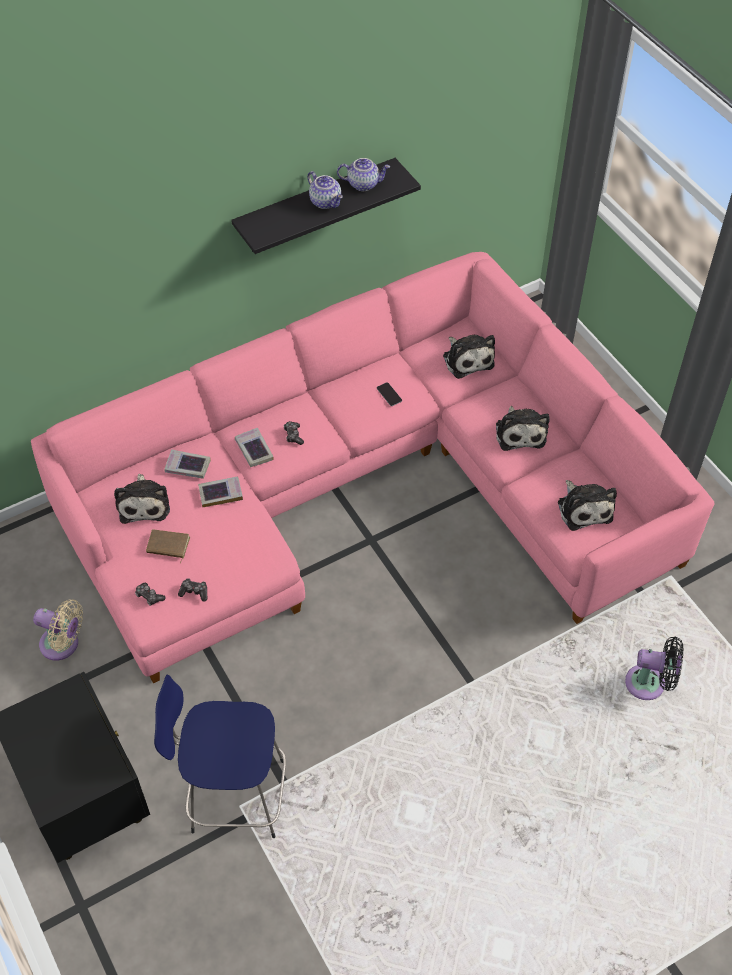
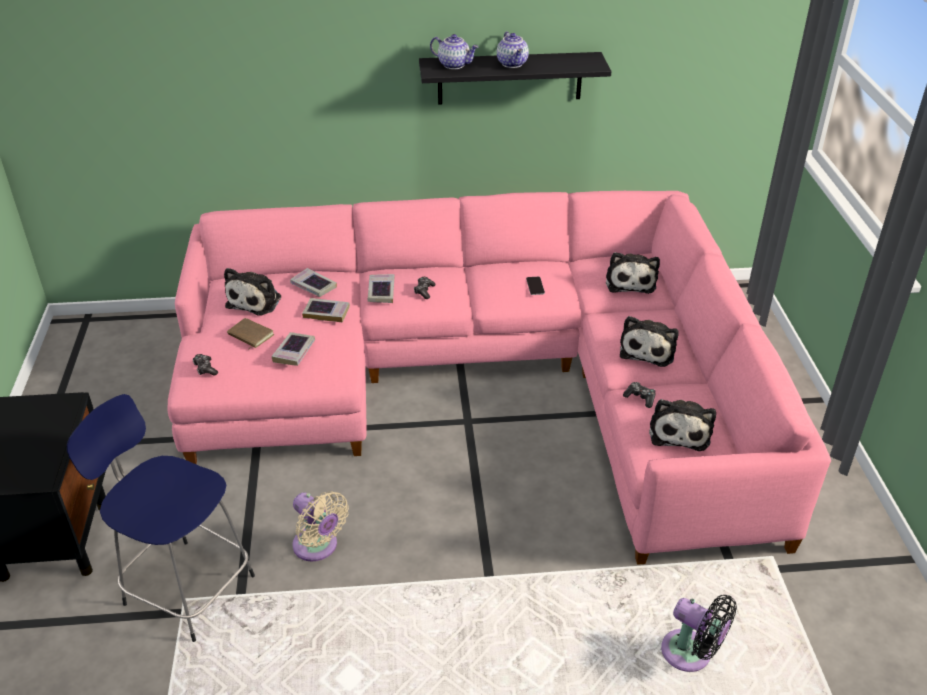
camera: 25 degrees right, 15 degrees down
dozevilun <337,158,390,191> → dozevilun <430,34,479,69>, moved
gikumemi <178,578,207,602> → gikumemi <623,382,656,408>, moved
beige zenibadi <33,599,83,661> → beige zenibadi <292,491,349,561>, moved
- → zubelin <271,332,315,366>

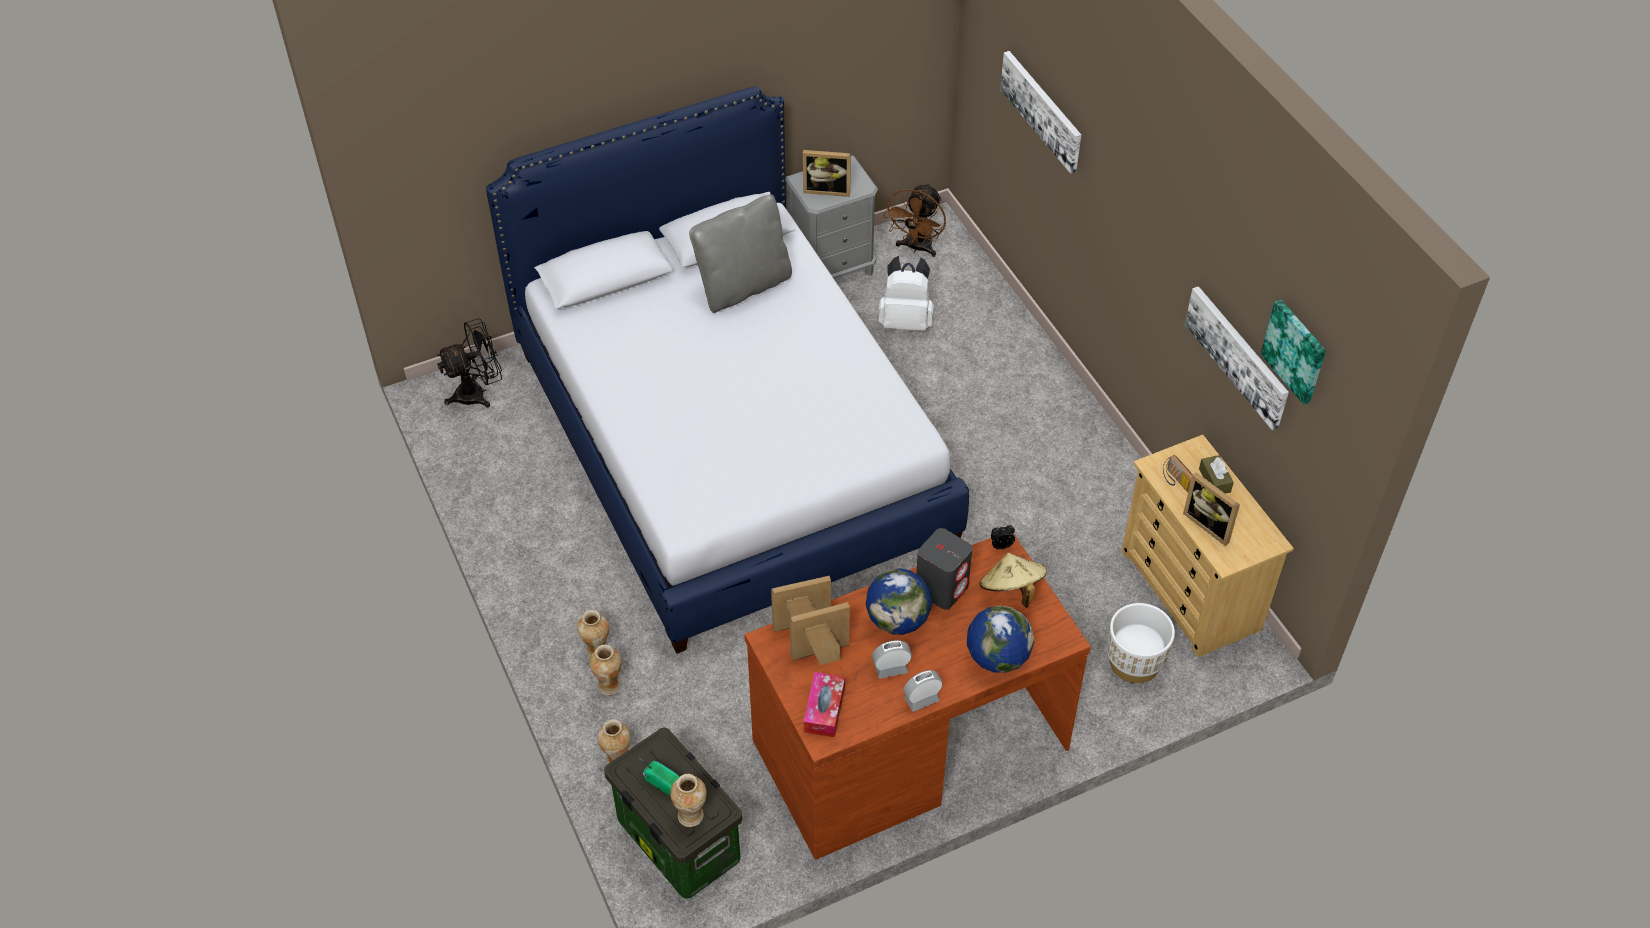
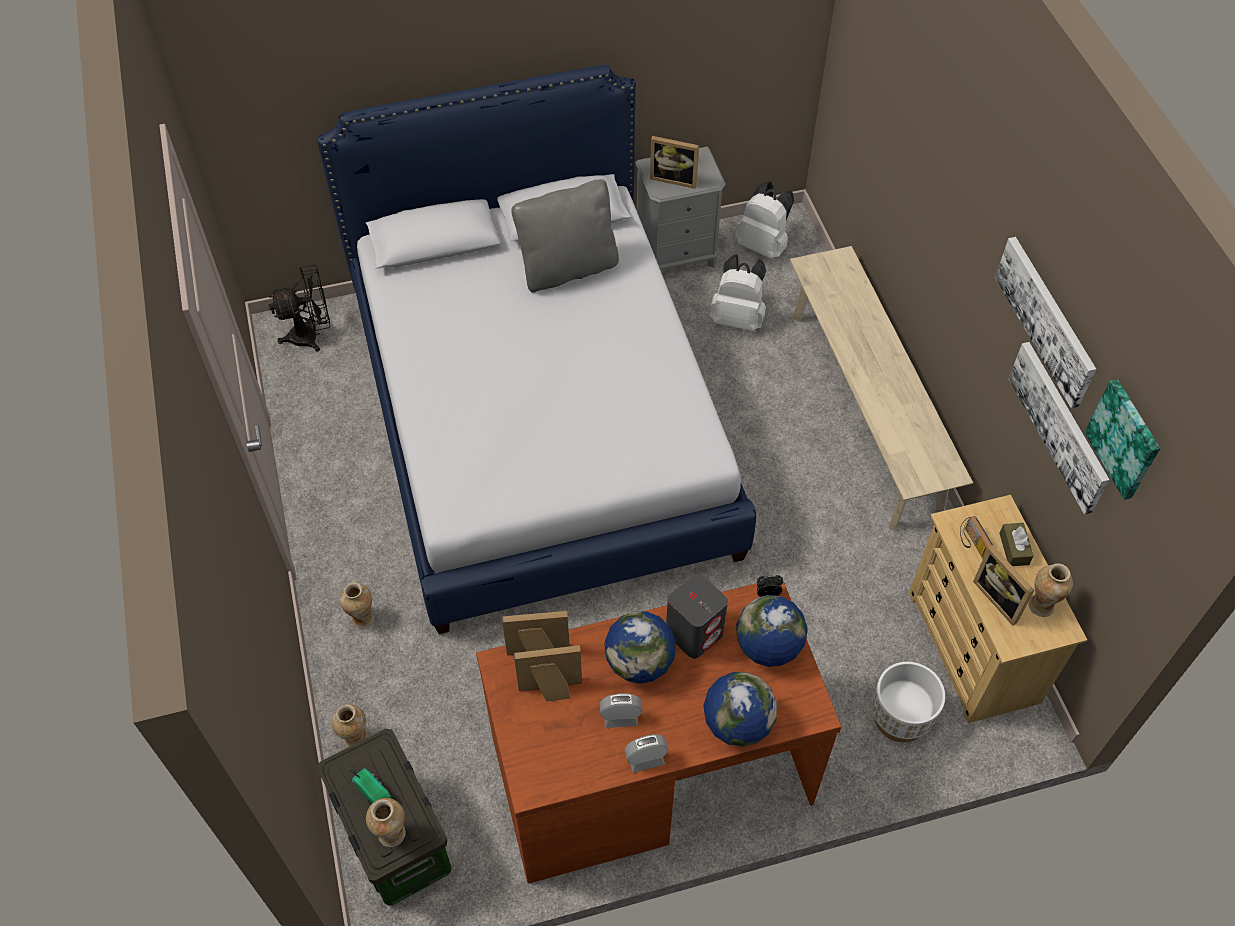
camera: 10 degrees right, 5 degrees up
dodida <1000,51,1081,174> → dodida <995,237,1096,409>, moved
brown zenibadi <883,183,946,257> → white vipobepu <735,181,794,259>
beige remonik <980,553,1047,608> → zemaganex <736,595,807,667>
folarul <590,645,622,695> → folarul <1028,563,1073,617>, moved
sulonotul <804,672,845,737> → -
- → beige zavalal <790,246,973,531>

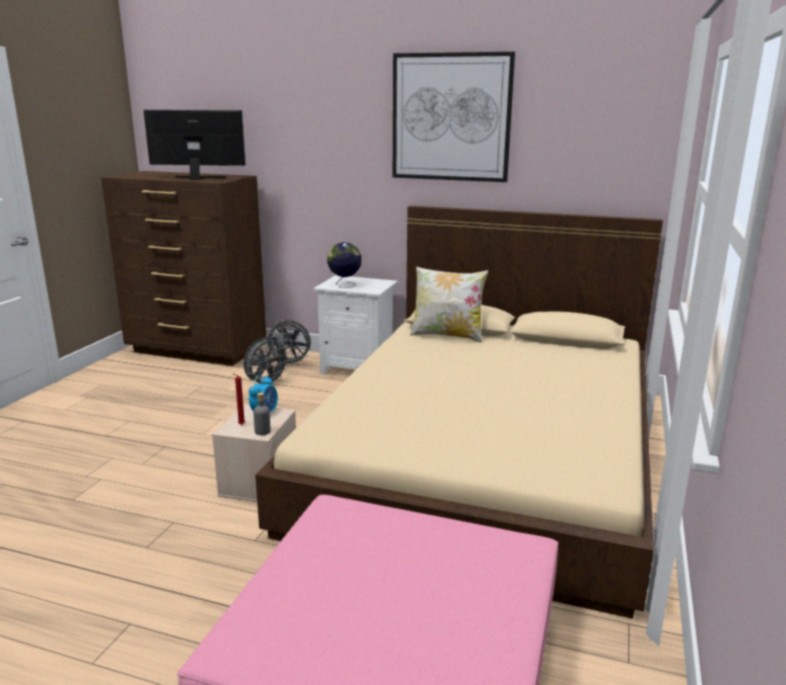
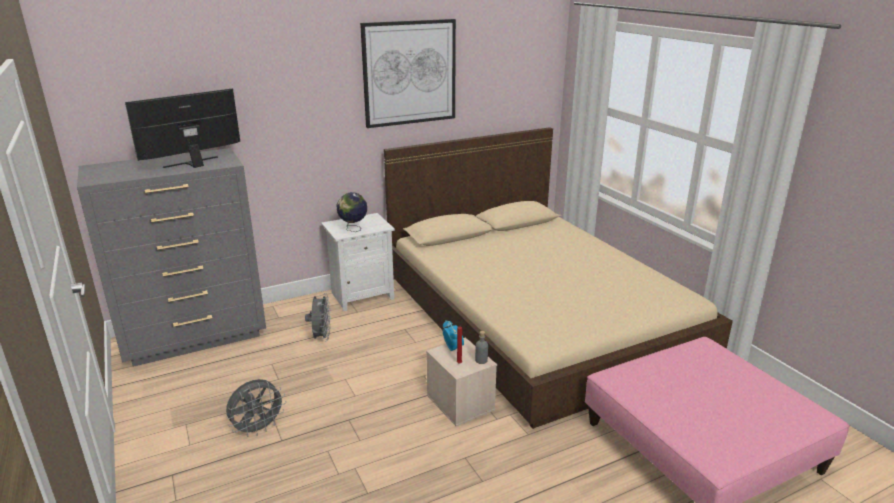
camera: 45 degrees left, 5 degrees up
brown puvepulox <101,171,266,366> → grey puvepulox <77,148,266,367>
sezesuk <410,267,488,343> → -
grey zenibadi <264,320,311,366> → grey zenibadi <226,379,286,437>, moved

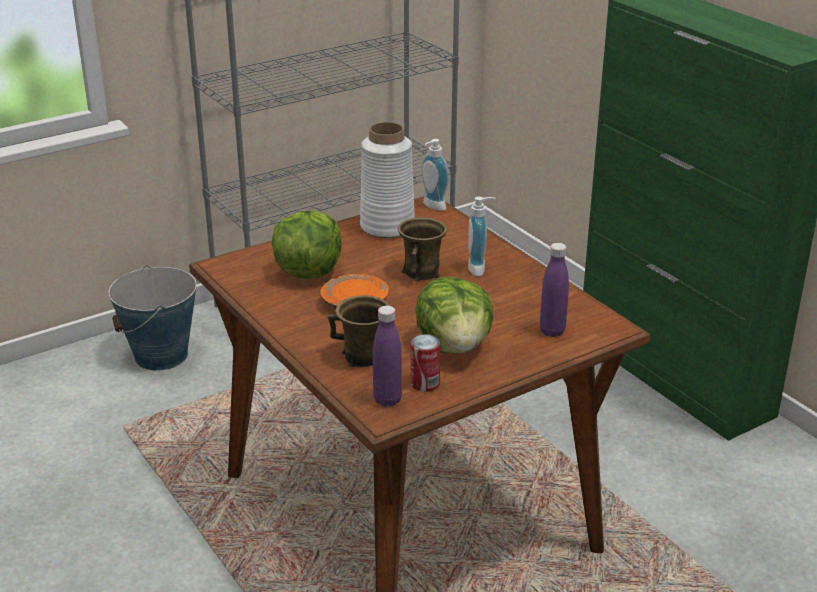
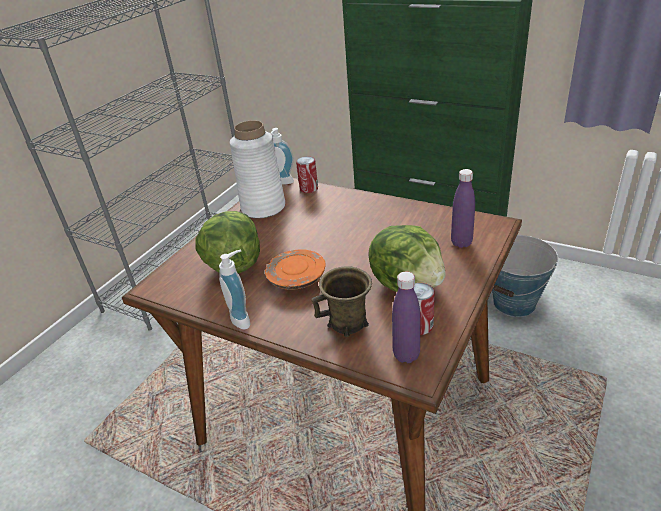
camera: 25 degrees left, 5 degrees up
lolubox <468,197,496,276> → lolubox <219,249,250,329>, moved
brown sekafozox <398,217,447,281> → -
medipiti <108,265,197,371> → medipiti <492,235,558,317>, moved
- → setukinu <296,156,318,193>

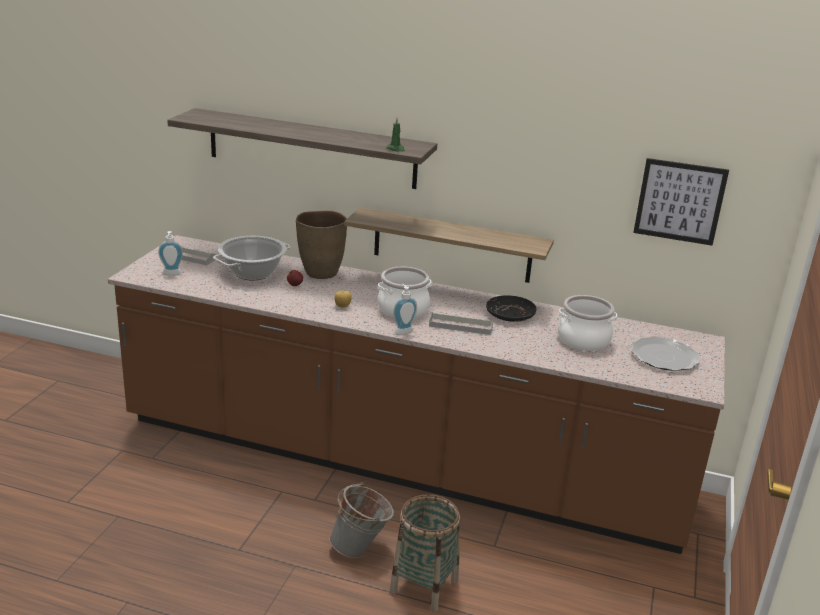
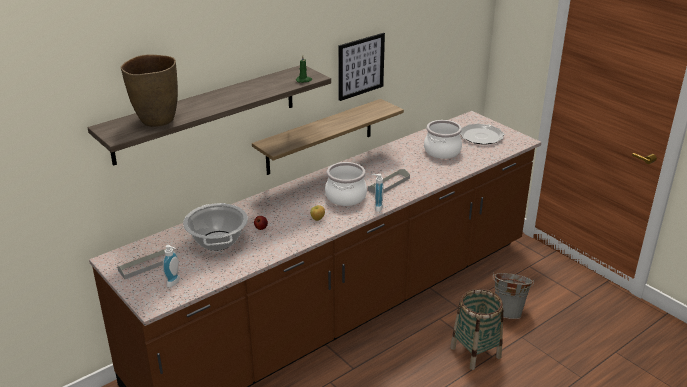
camera: 55 degrees left, 5 degrees up
dodida <633,158,729,246> → dodida <338,33,385,101>, moved
brown folarul <296,211,347,279> → brown folarul <121,55,178,127>, moved
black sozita <486,295,537,322> → -
grey medipiti <329,482,394,558> → grey medipiti <493,273,534,319>, moved

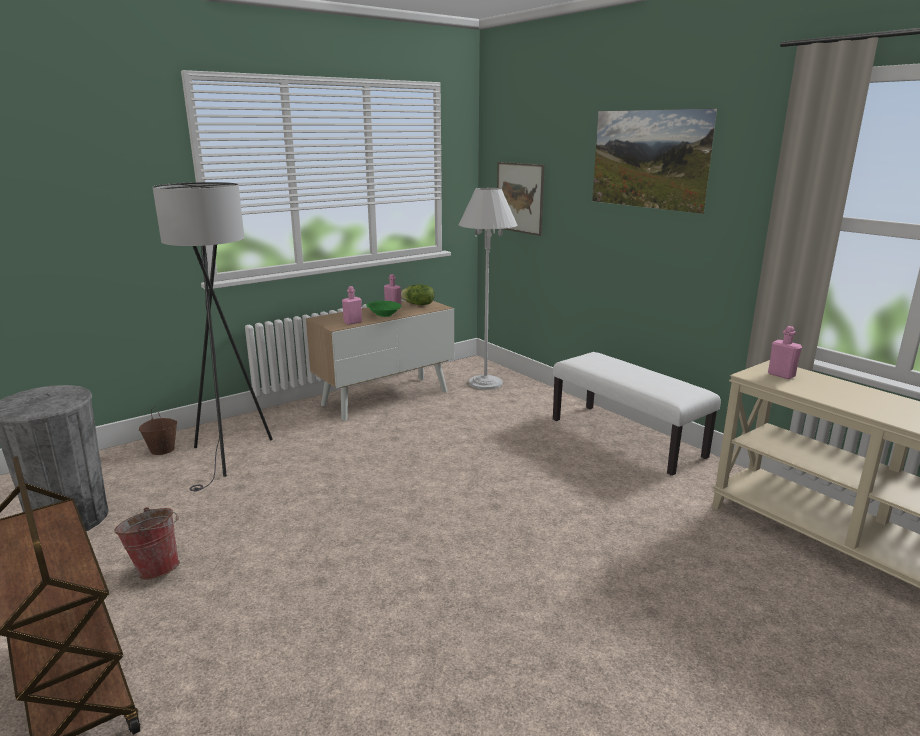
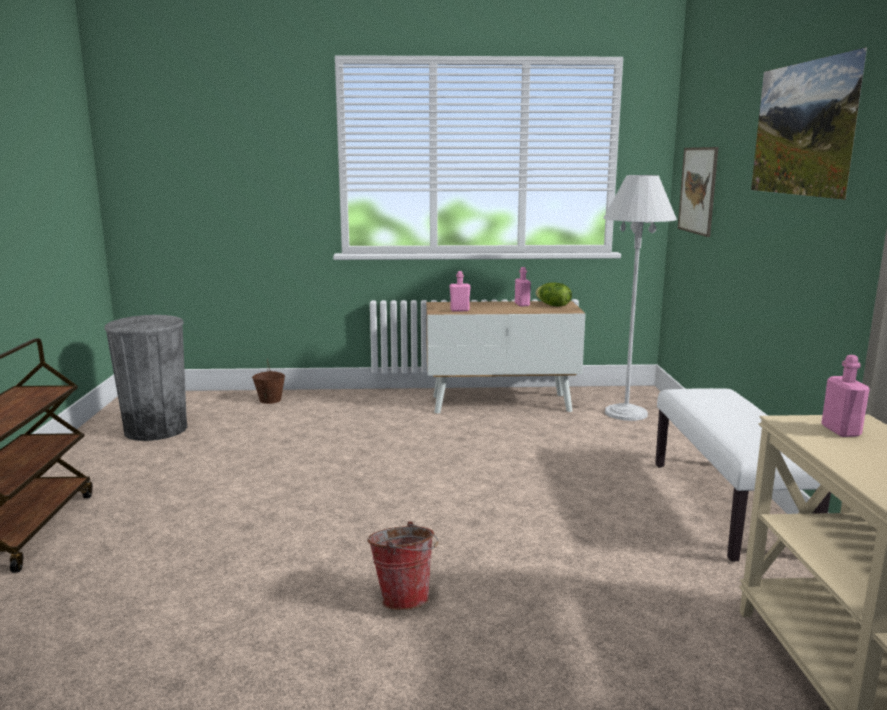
camera: 35 degrees right, 5 degrees down
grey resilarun <153,182,273,491> → -
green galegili <366,301,402,317> → -
medipiti <114,507,180,580> → medipiti <367,522,439,610>, moved

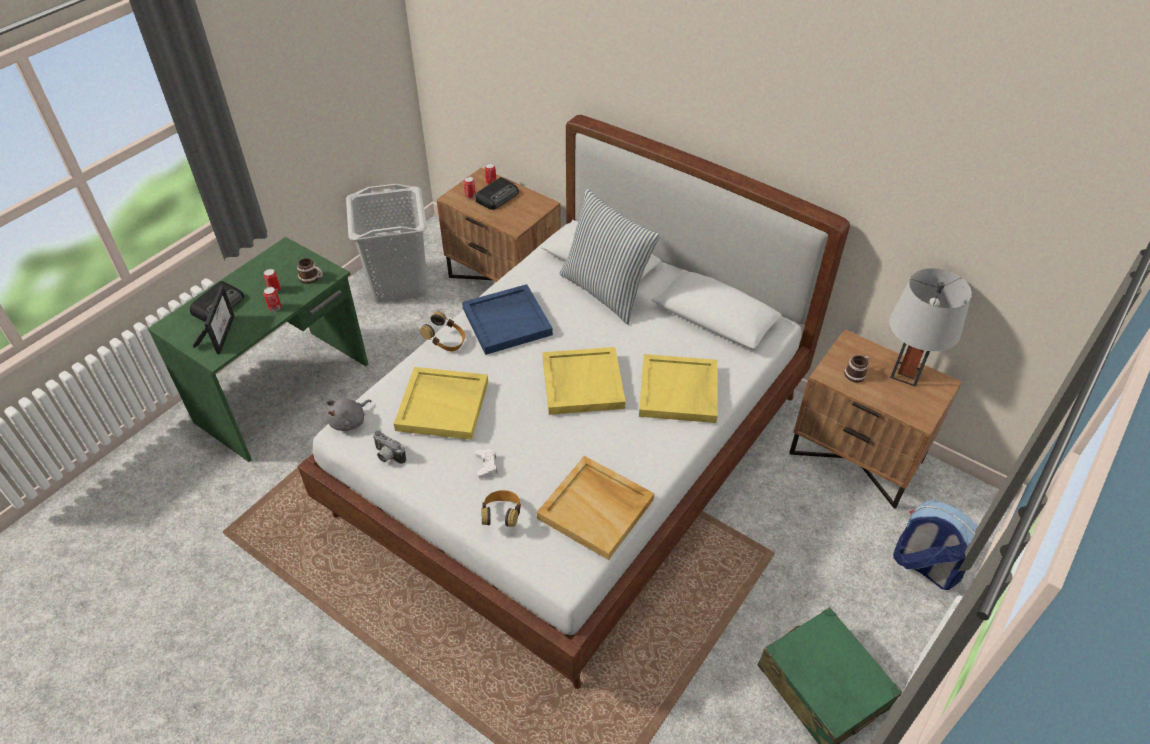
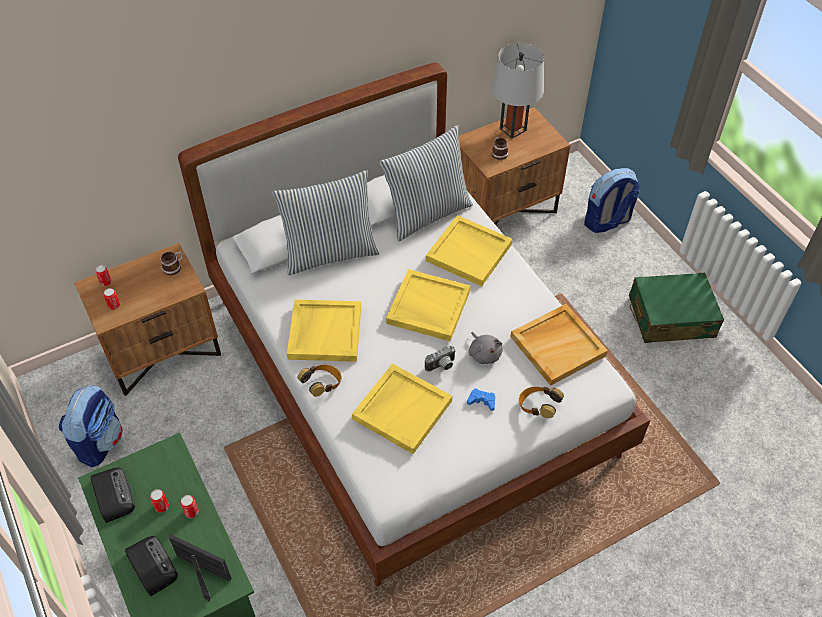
camera: 65 degrees left, 5 degrees up
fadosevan <476,177,519,210> → fadosevan <91,467,135,523>, moved
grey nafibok <346,184,428,302> → vipobepu <59,385,123,467>
sekafozox <297,258,323,284> → sekafozox <161,251,183,275>, moved
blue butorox <462,284,553,355> → yellow butorox <287,299,361,362>
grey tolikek <326,398,371,431> → grey tolikek <469,332,503,364>, moved
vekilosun <373,430,406,464> → vekilosun <425,346,456,372>, moved
white gikumemi <475,449,498,478> → blue gikumemi <467,388,495,411>
- → sezesuk <380,125,473,241>

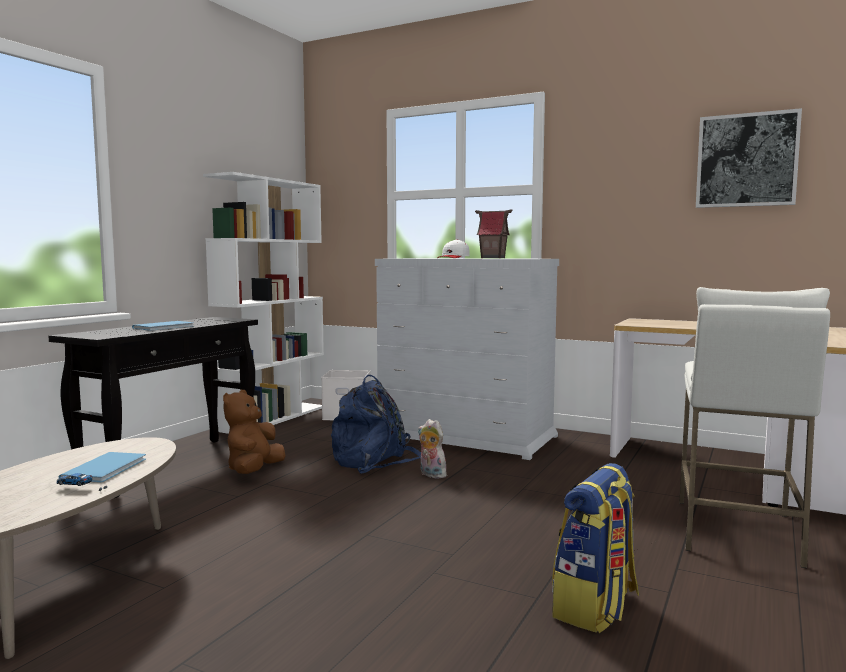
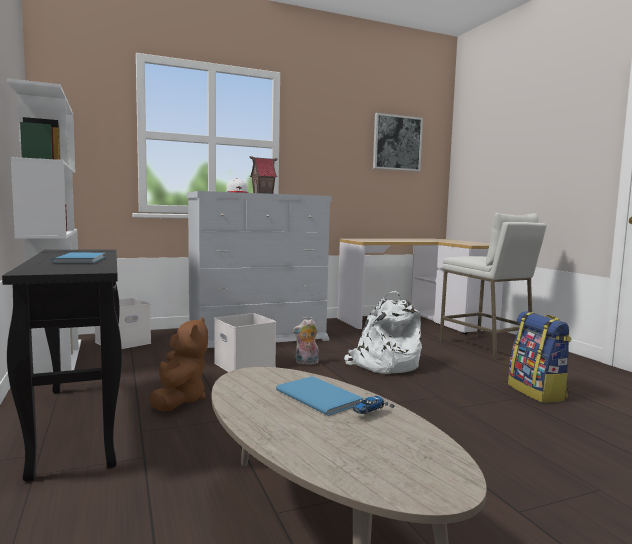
camera: 50 degrees left, 0 degrees up
blue vipobepu <331,375,421,473> → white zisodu <214,313,276,372>
brown tolikek <223,390,286,474> → brown tolikek <149,317,208,411>, 150 degrees counterclockwise
- → white vipobepu <344,291,422,374>

